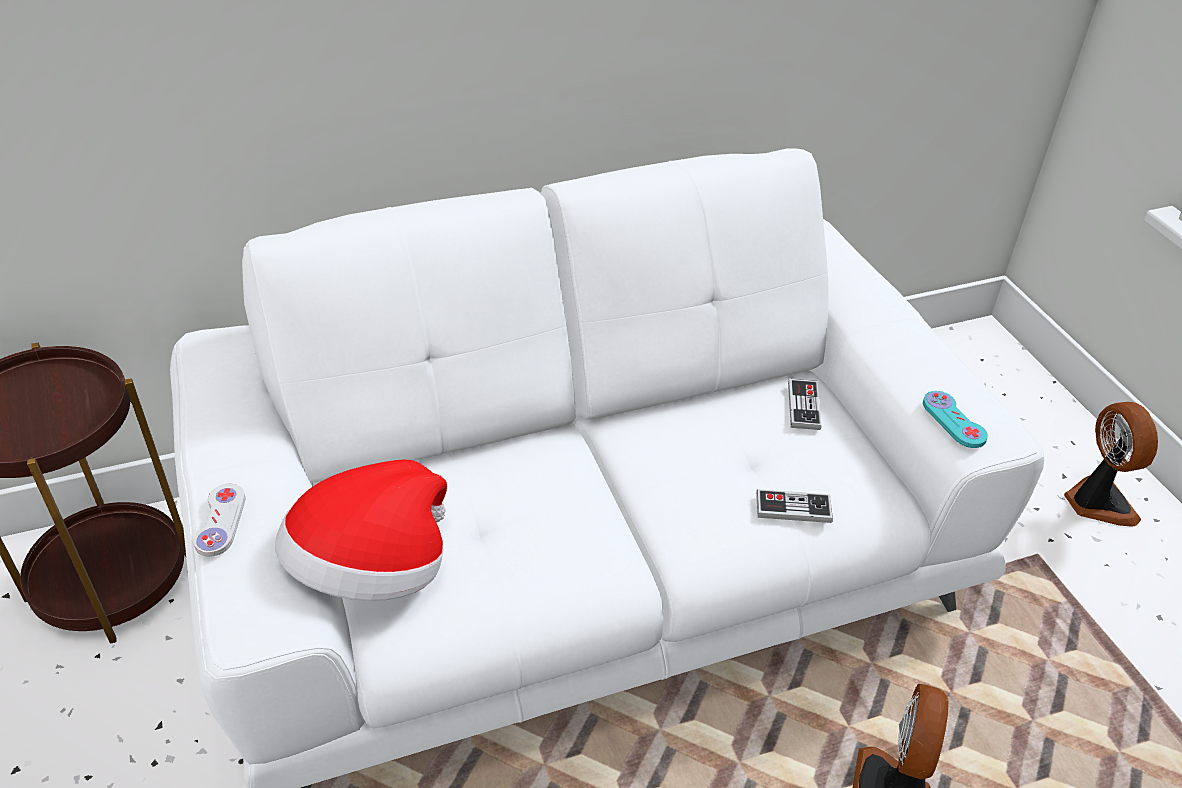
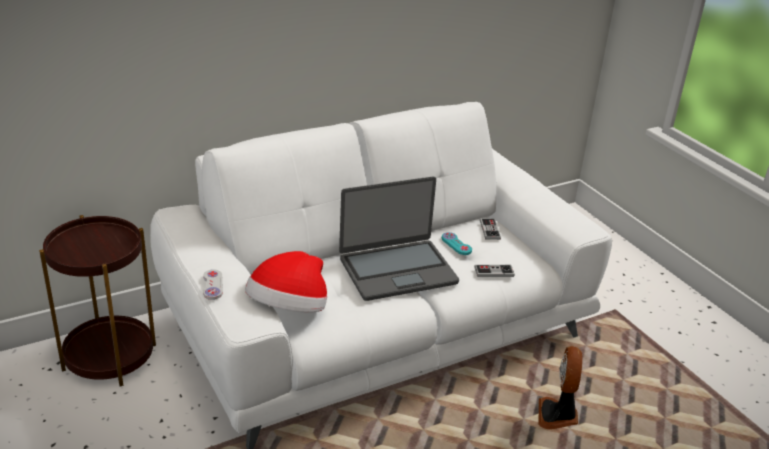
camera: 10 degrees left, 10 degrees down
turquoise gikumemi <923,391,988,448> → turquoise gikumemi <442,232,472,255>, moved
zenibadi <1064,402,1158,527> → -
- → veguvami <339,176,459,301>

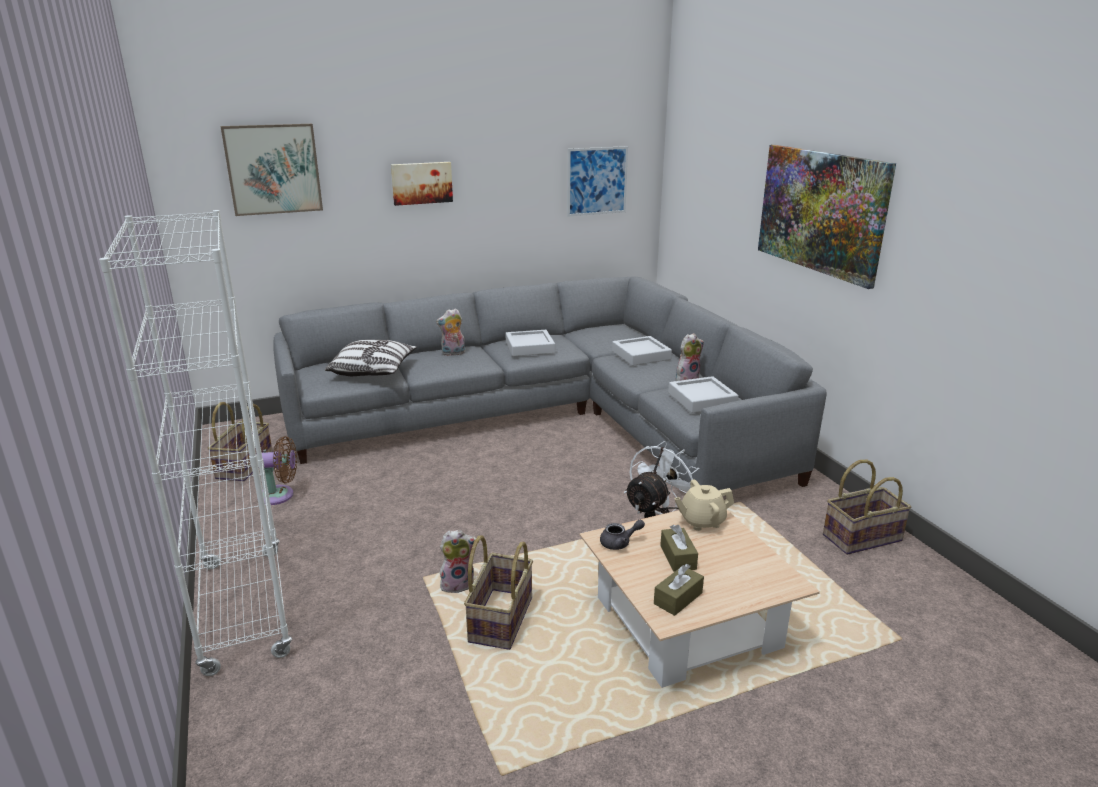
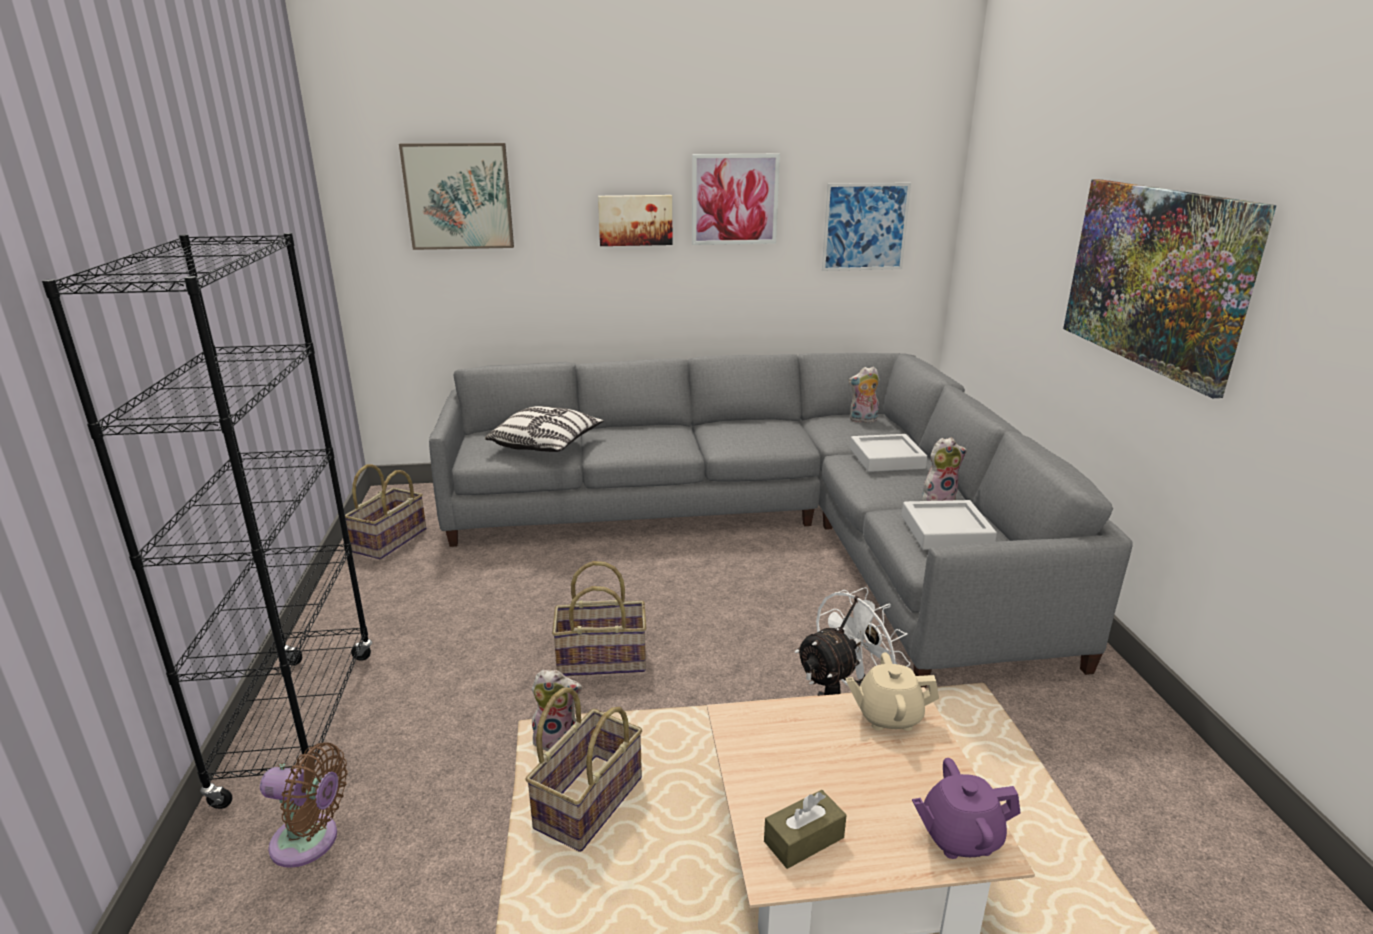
camera: 15 degrees right, 0 degrees up
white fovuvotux <99,210,292,676> → black fovuvotux <42,233,372,809>
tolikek <436,308,465,356> → tolikek <848,366,880,423>, moved
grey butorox <506,330,555,356> → -
brown zenibadi <256,436,297,505> → brown zenibadi <260,742,348,868>, moved
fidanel <823,460,911,555> → fidanel <552,561,646,676>, moved
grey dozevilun <600,519,645,550> → -
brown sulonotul <660,525,698,572> → -
- → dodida <692,154,780,245>
- → purple dozevilun <912,758,1021,859>

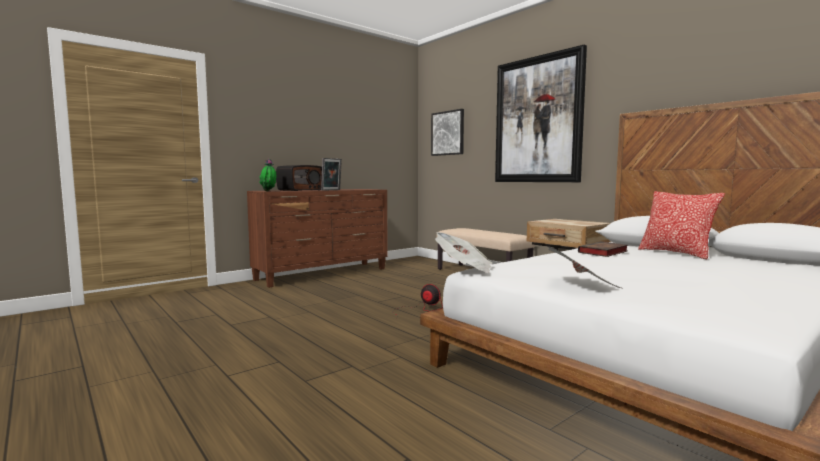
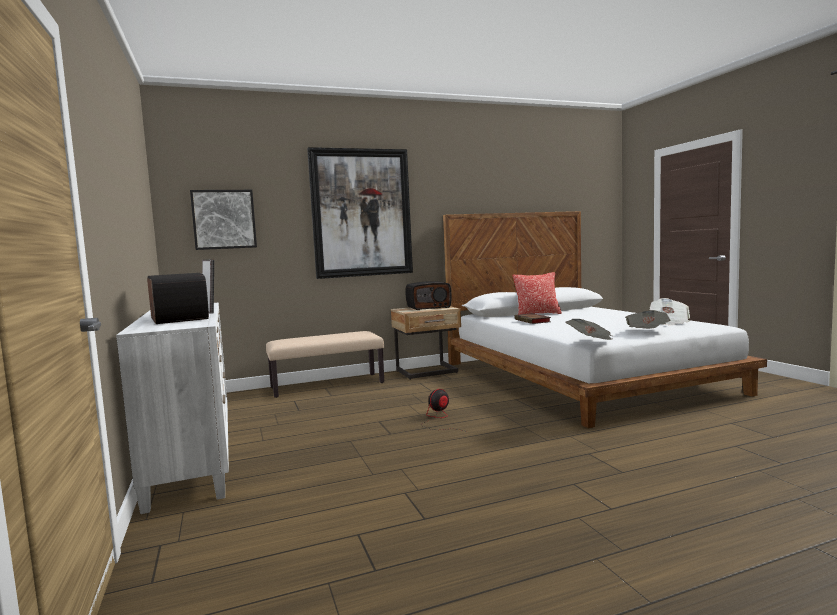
camera: 70 degrees left, 0 degrees up
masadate <259,159,276,191> → -
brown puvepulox <247,189,388,288> → white puvepulox <116,303,229,514>
- → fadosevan <406,281,451,310>
- → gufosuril <650,298,690,326>

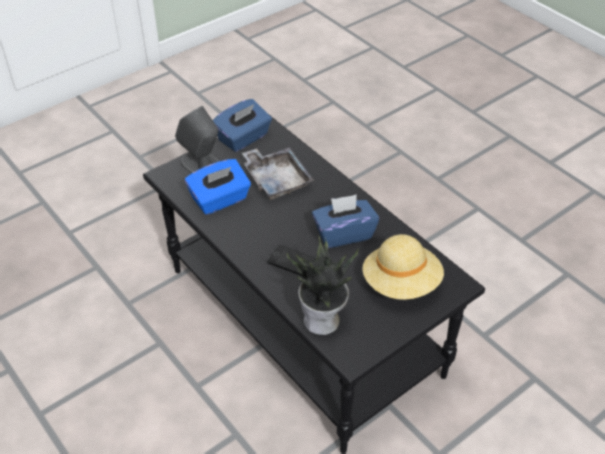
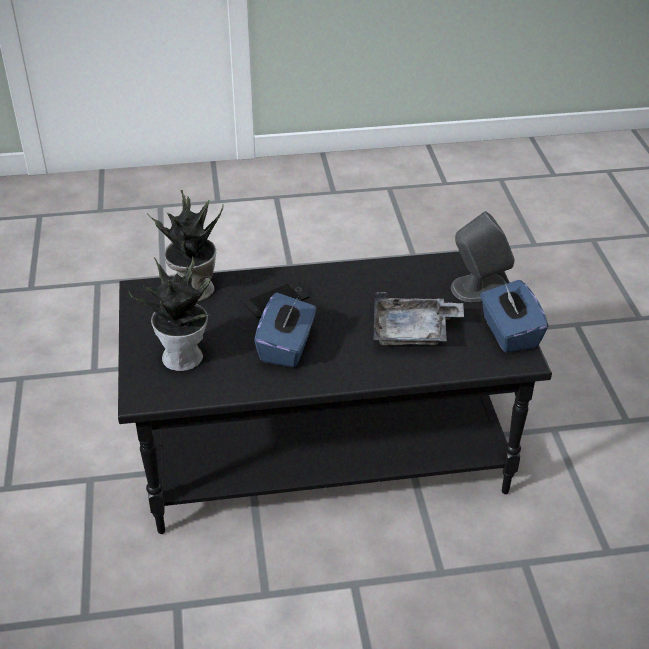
camera: 120 degrees right, 5 degrees down
blue sulonotul <185,159,251,215> → -
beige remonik <362,234,444,300> → masadate <129,256,211,371>

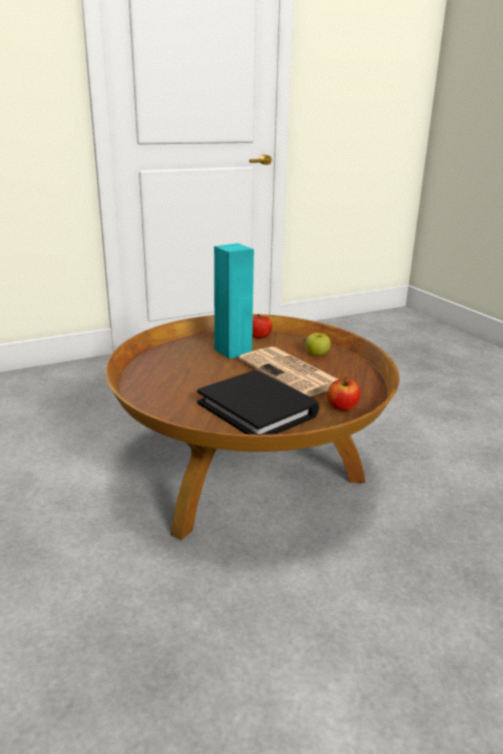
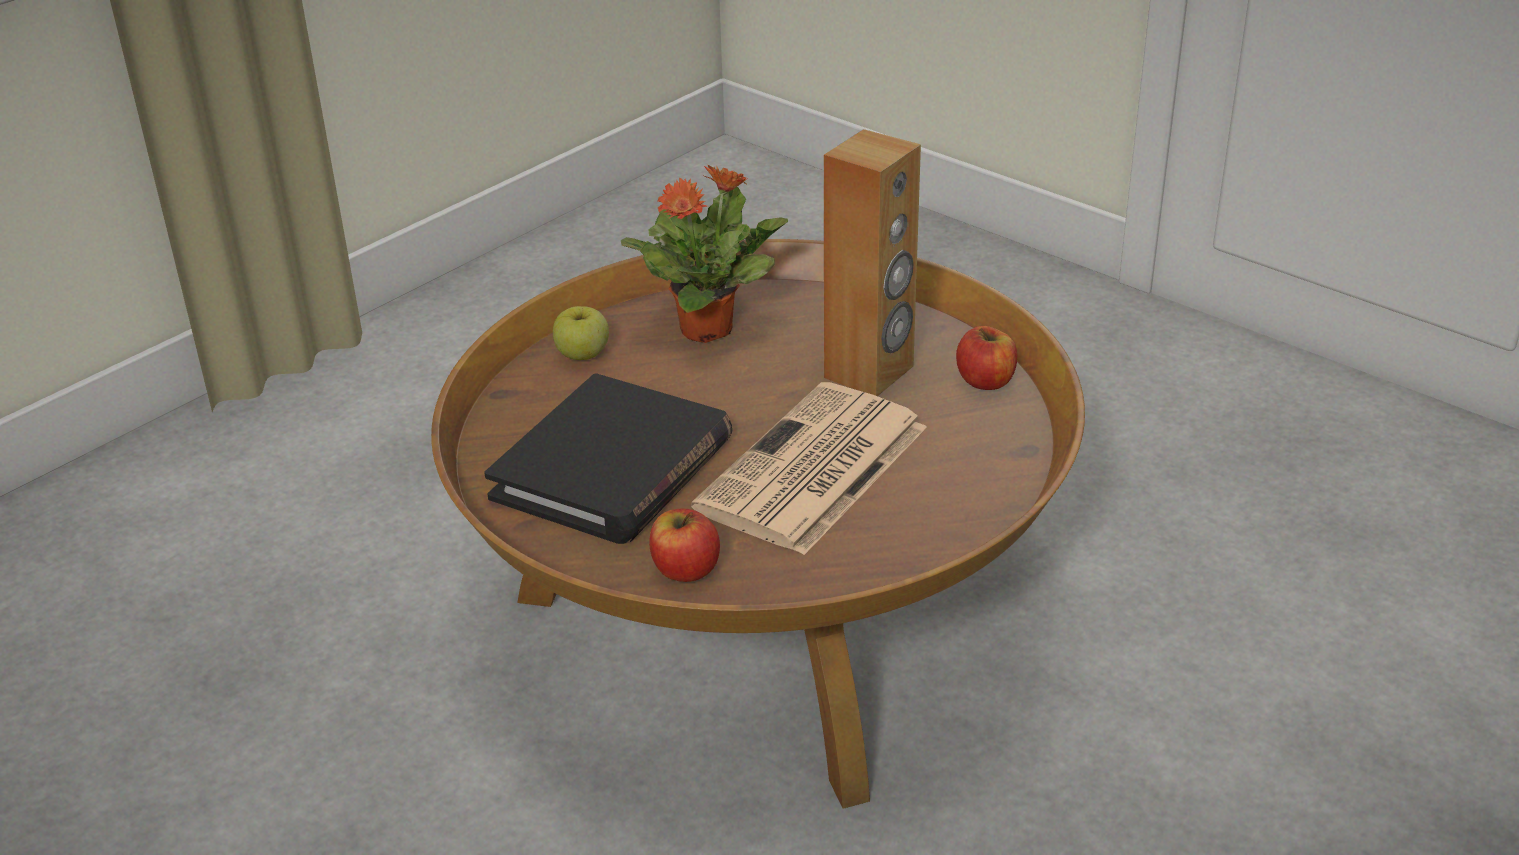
camera: 70 degrees right, 10 degrees up
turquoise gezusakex <214,243,254,359> → brown gezusakex <824,129,921,396>
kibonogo <306,333,331,356> → kibonogo <553,306,609,360>, moved
- → masadate <621,165,788,343>

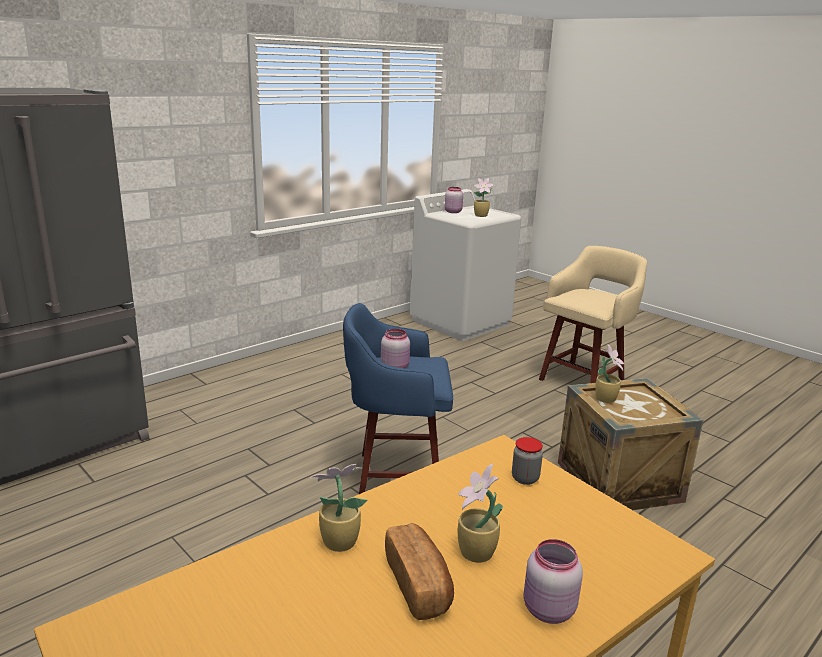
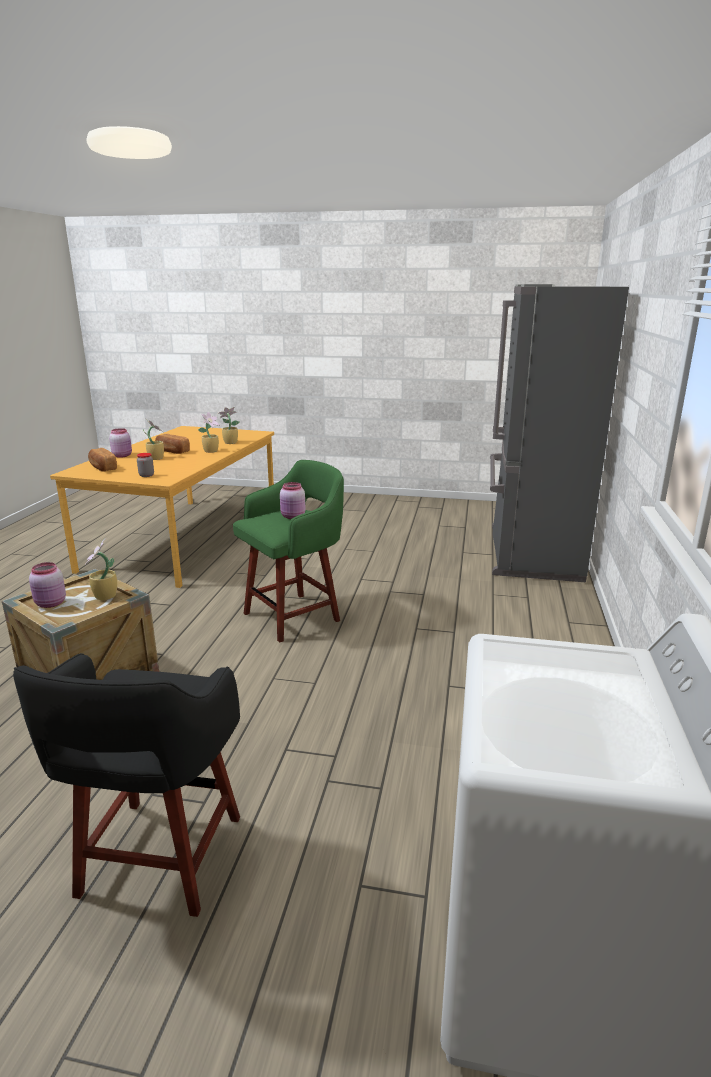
camera: 145 degrees right, 0 degrees up
masadate <474,178,494,217> → masadate <218,407,239,444>, moved
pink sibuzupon <445,187,463,213> → pink sibuzupon <29,562,66,608>, moved
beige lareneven <539,246,647,383> → black lareneven <13,653,240,917>
blue lareneven <343,303,453,494> → green lareneven <233,460,344,642>
- → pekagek <88,448,117,472>

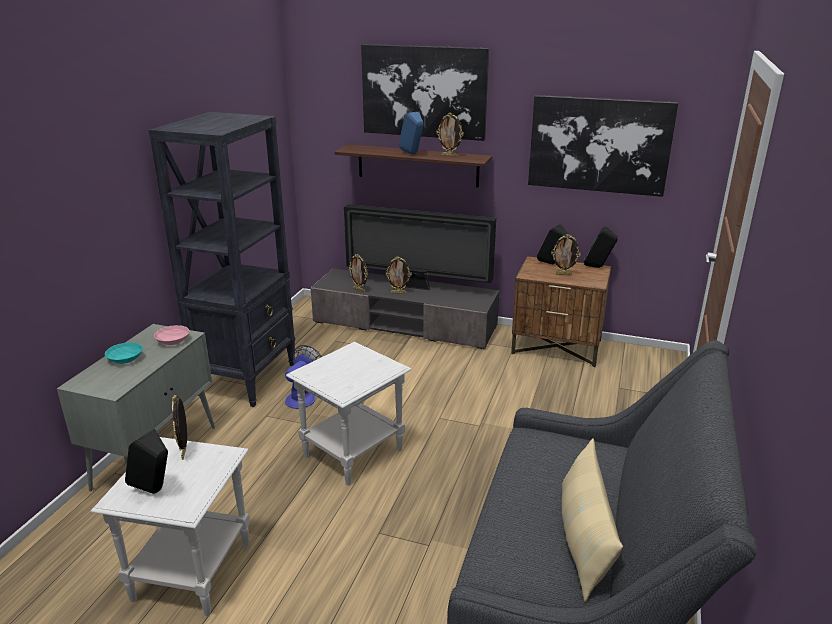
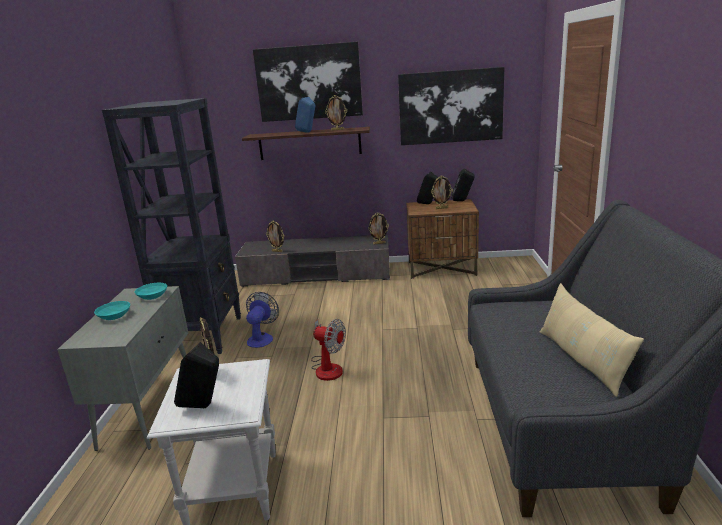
camera: 15 degrees left, 5 degrees down
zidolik <344,204,496,290> → -
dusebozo <386,257,411,294> → dusebozo <368,212,389,244>, moved
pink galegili <154,325,189,345> → turquoise galegili <135,283,167,300>
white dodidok <286,342,412,486> → zenibadi <311,319,346,381>

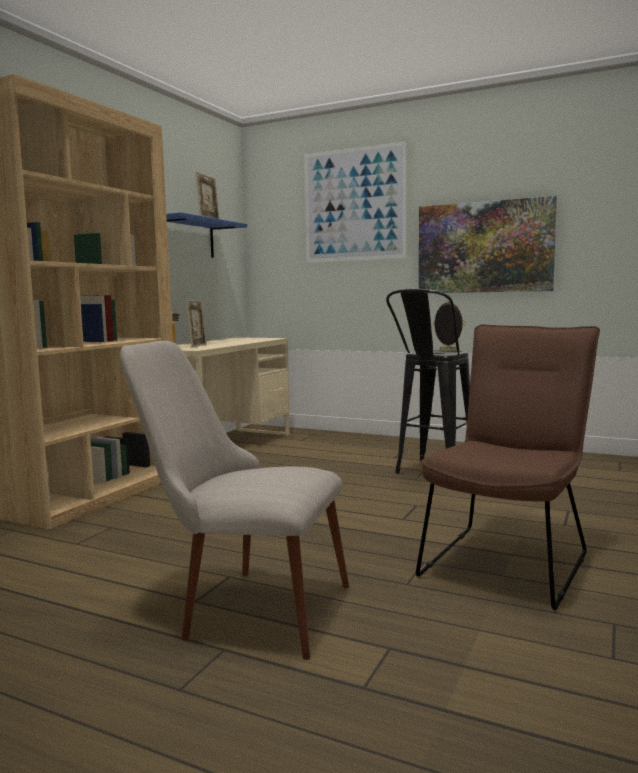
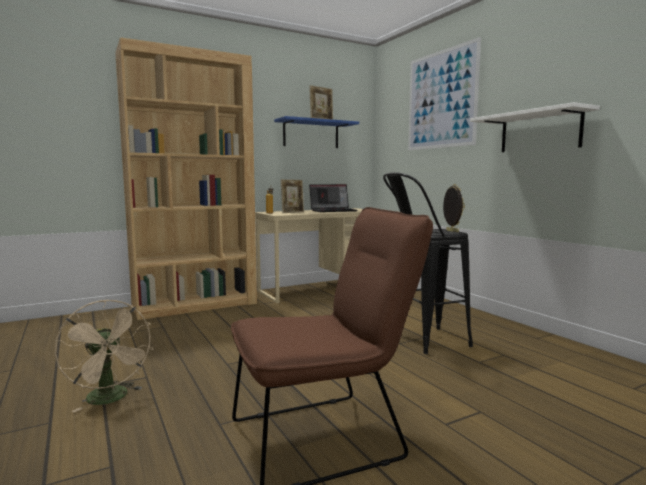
camera: 35 degrees right, 0 degrees up
dodida <419,196,557,293> → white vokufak <470,102,600,152>
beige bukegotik <120,341,349,660> → beige zenibadi <55,300,153,412>
- → veguvami <309,184,357,212>

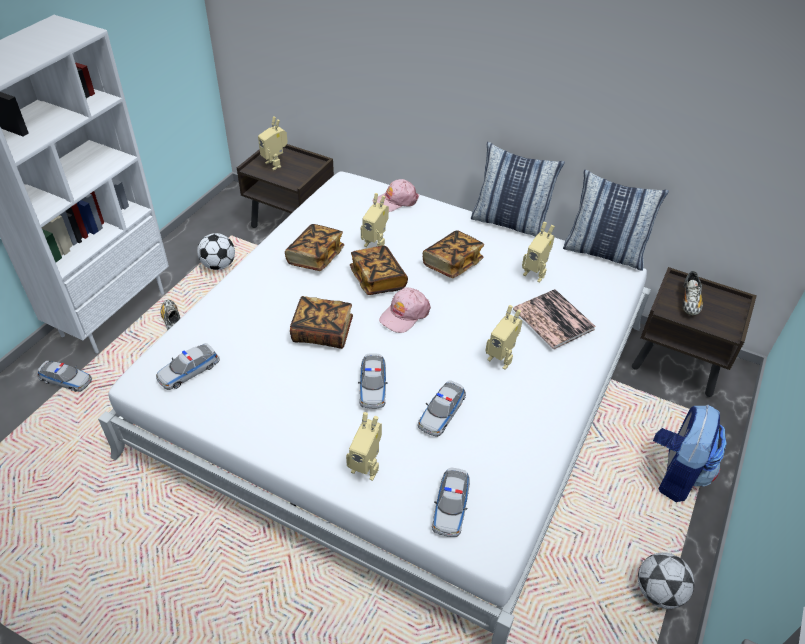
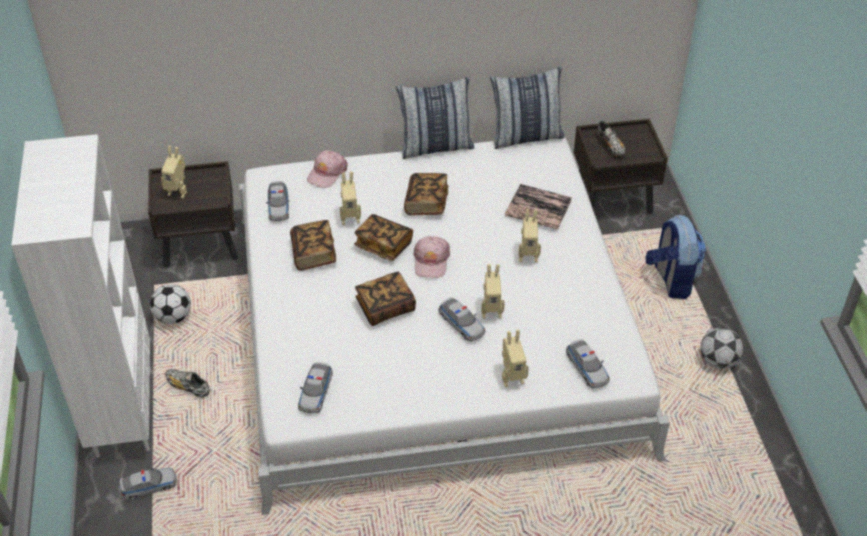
camera: 35 degrees left, 0 degrees up
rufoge <522,222,555,283> → rufoge <481,264,505,319>, moved
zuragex <418,380,466,437> → zuragex <266,181,289,221>, moved

